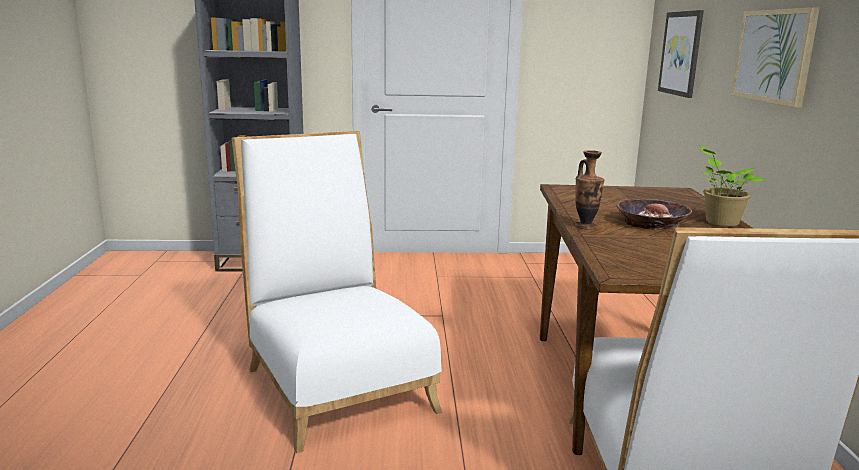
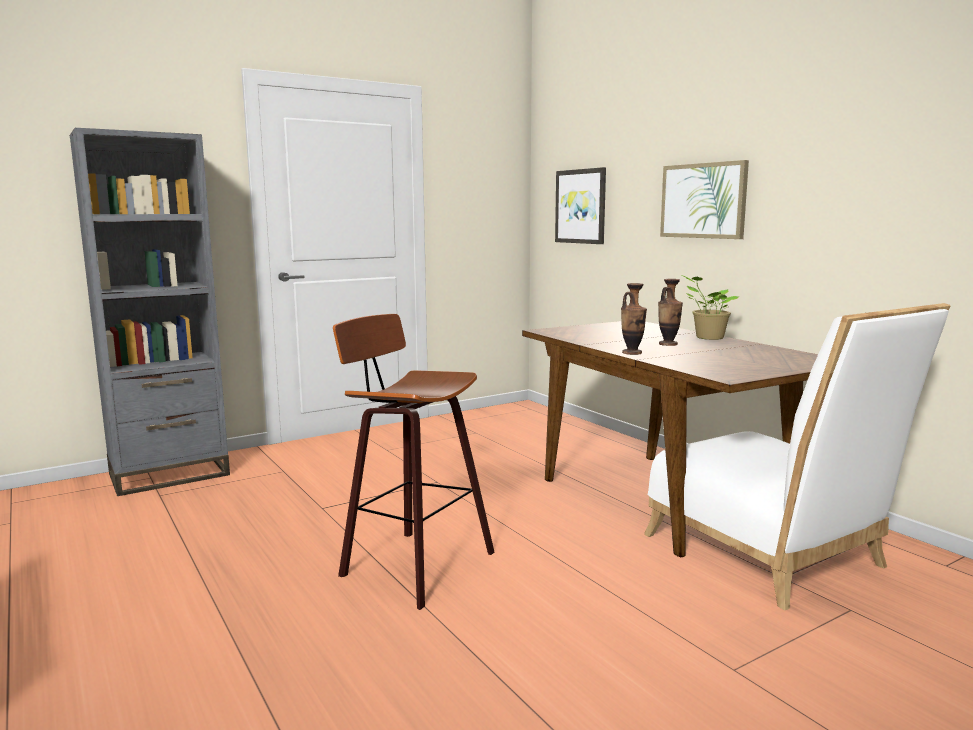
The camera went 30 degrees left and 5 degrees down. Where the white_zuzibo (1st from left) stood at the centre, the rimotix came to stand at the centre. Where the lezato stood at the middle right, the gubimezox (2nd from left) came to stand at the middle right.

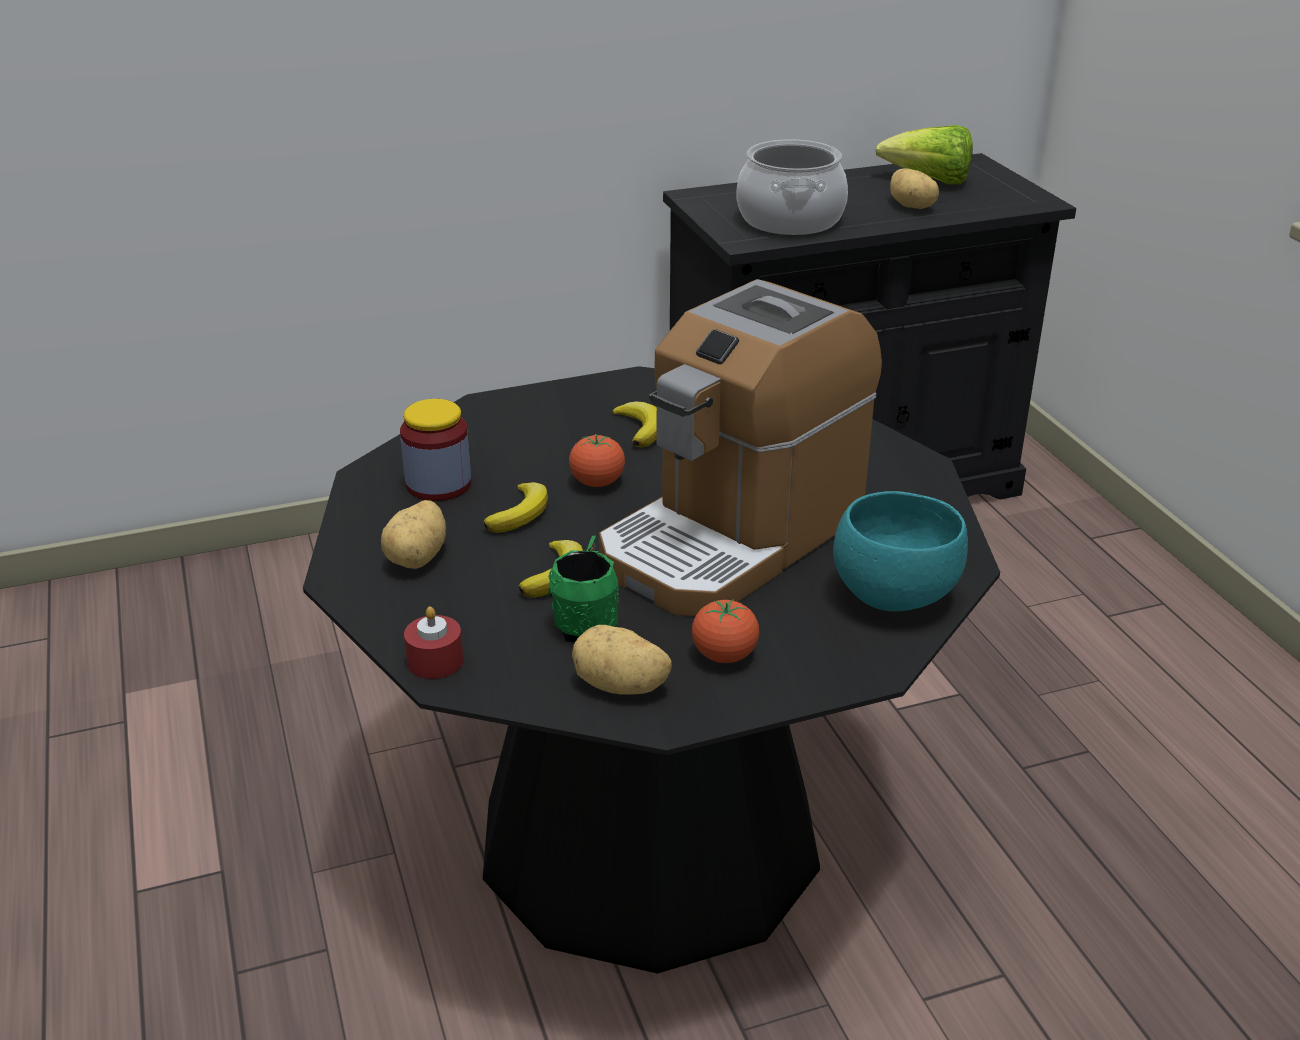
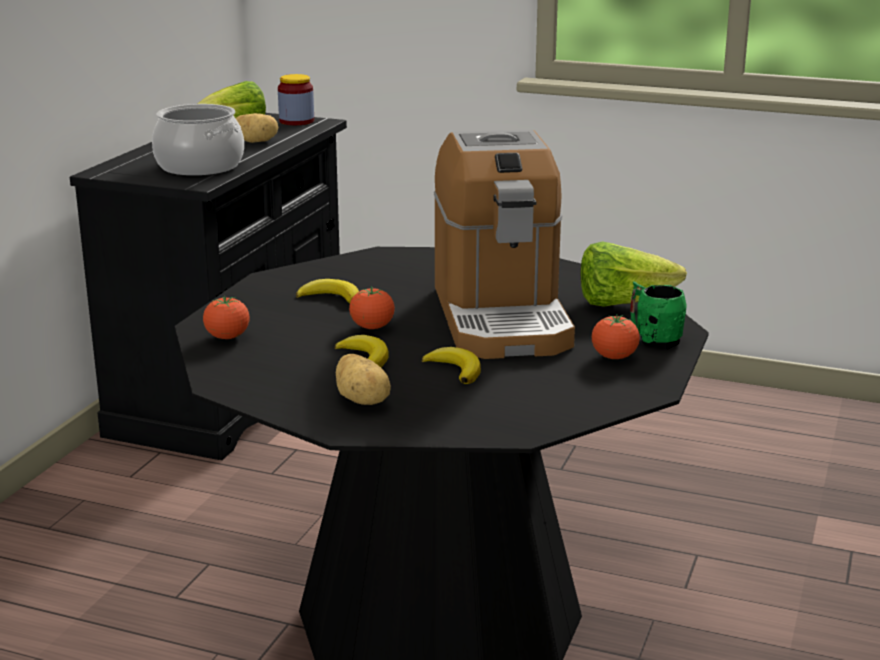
The camera went 50 degrees left and 10 degrees down. The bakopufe ended up elsewhere, having gone from the centre to the top centre. Where the turquoise_lezato stood at the middle right, the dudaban (2nd from left) came to stand at the middle right. The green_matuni ended up elsewhere, having gone from the centre to the middle right. The second view lost the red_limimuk at the middle left. The second view lost the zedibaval (2nd from left) at the centre. The second view gained the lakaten (1st from left) at the middle left.

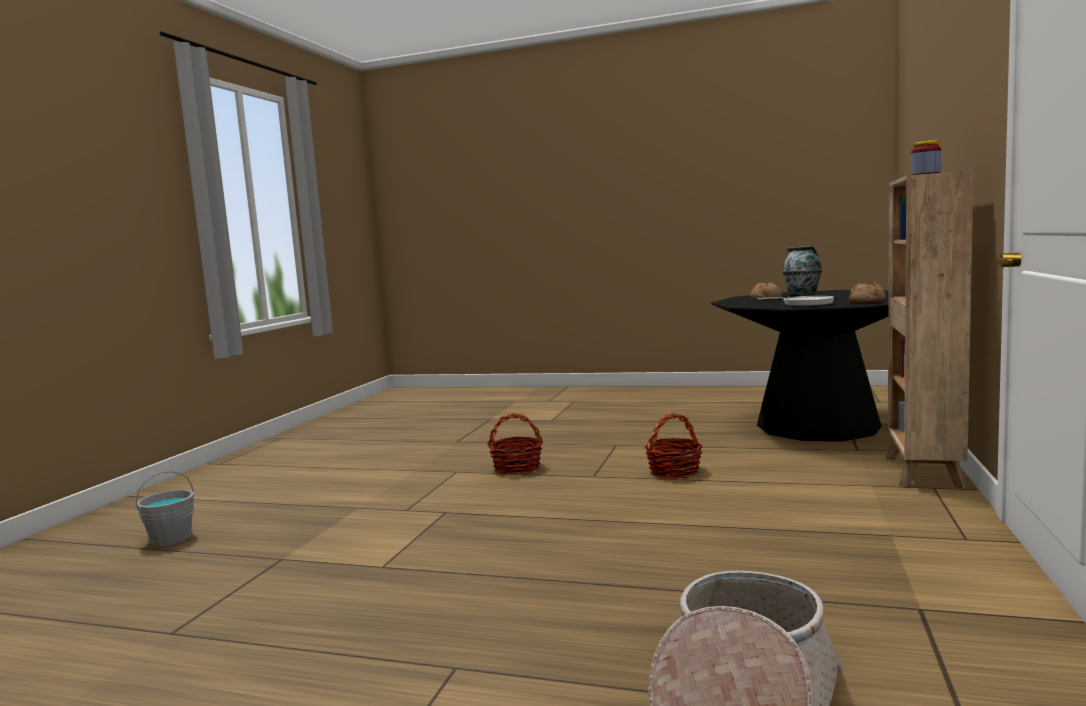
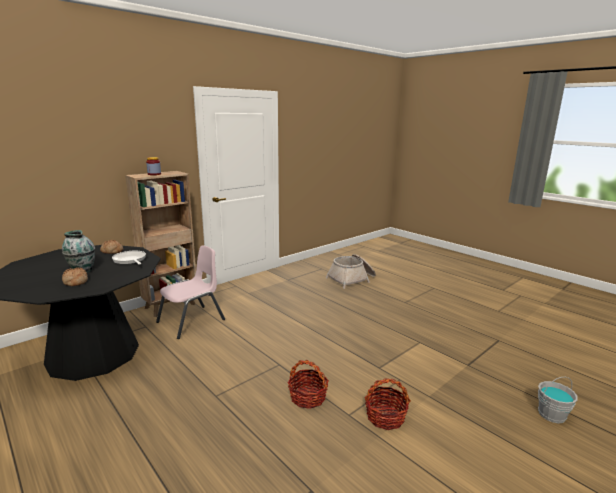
The camera went 150 degrees left and 10 degrees up. The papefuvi (2nd from left in the first image) ended up elsewhere, having gone from the centre to the bottom centre. The second view gained the pink_zuzibo at the middle left.

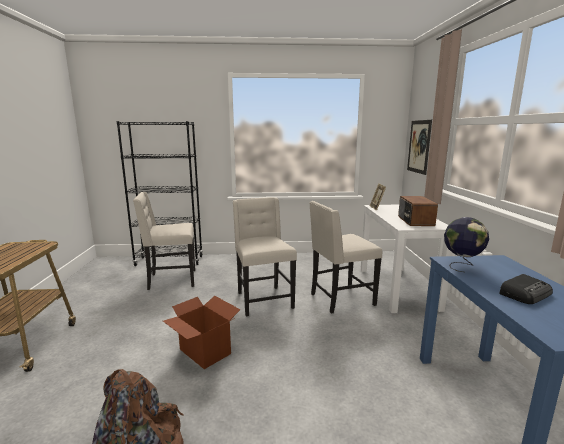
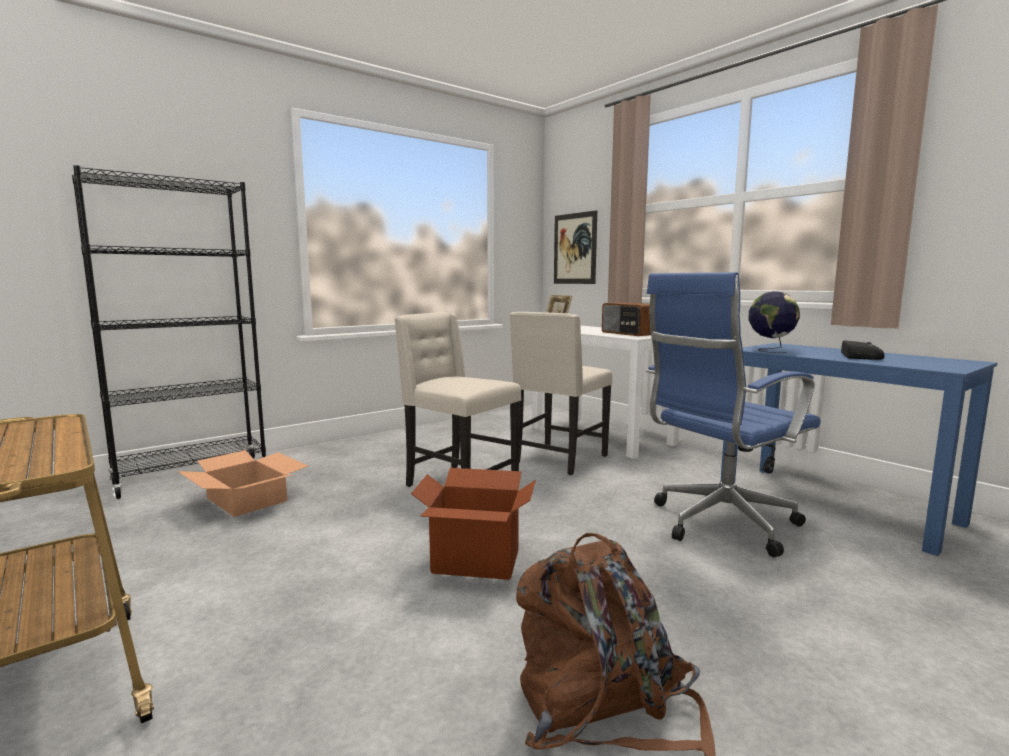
The camera went 35 degrees left and 5 degrees down. Where the beige_zuzibo (1st from left) stood at the middle left, the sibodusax (1st from left) came to stand at the middle left. The second view gained the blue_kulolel at the middle right.

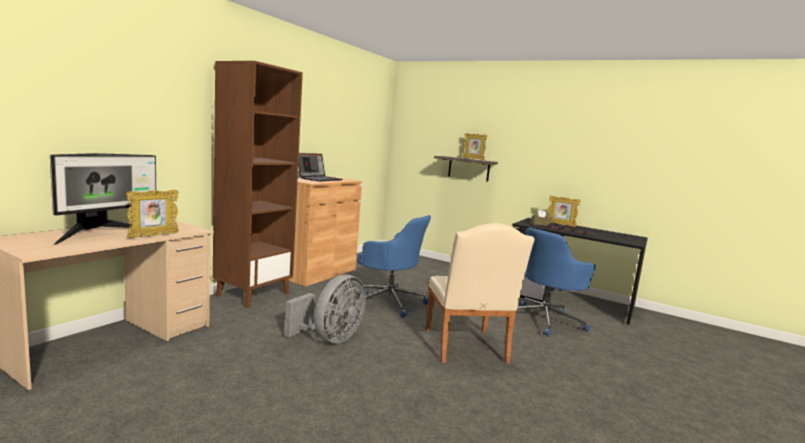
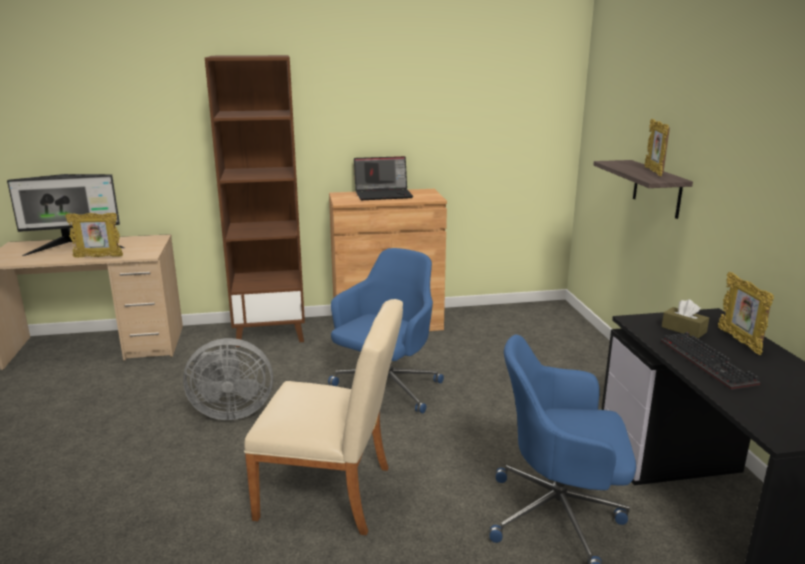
The camera went 50 degrees right and 10 degrees up. The blue_kulolel (1st from left) at the centre ended up facing another way, 135 degrees counterclockwise from before. The beige_zuzibo at the centre ended up facing another way, 120 degrees counterclockwise from before.

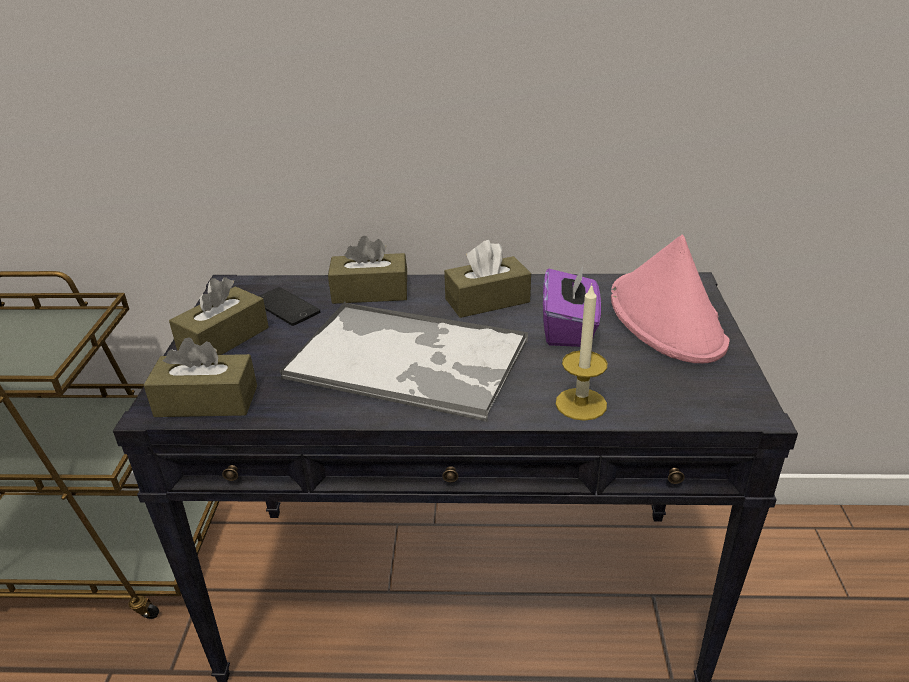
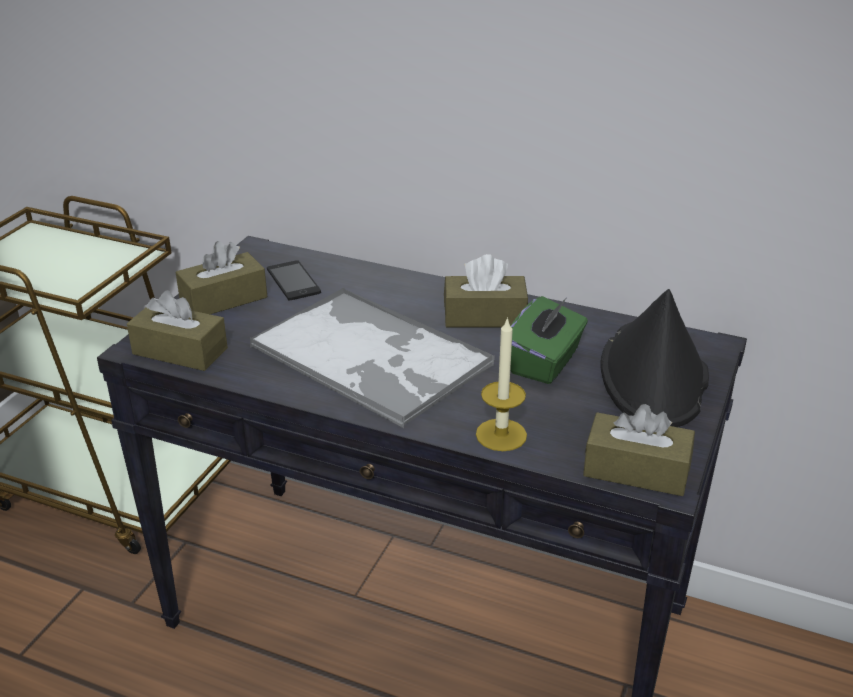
The camera went 20 degrees right and 0 degrees up. What was the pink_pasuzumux at the middle right turned into the black_pasuzumux at the middle right. The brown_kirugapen (3rd from left in the first image) ended up elsewhere, having gone from the centre to the middle right. What was the purple_kirugapen at the centre turned into the green_kirugapen at the centre.

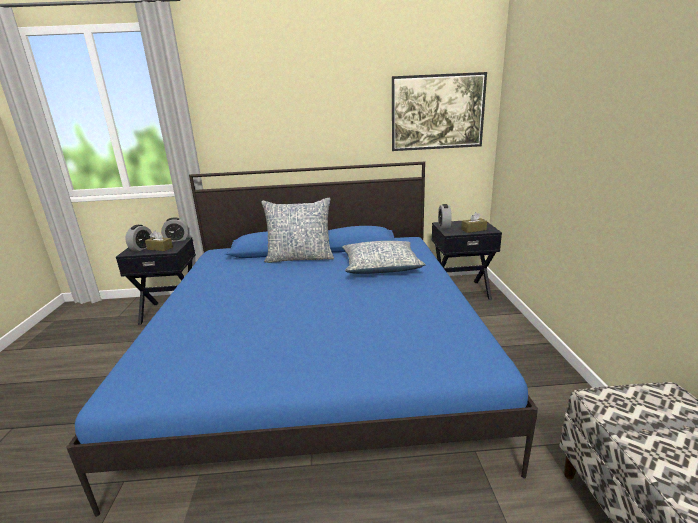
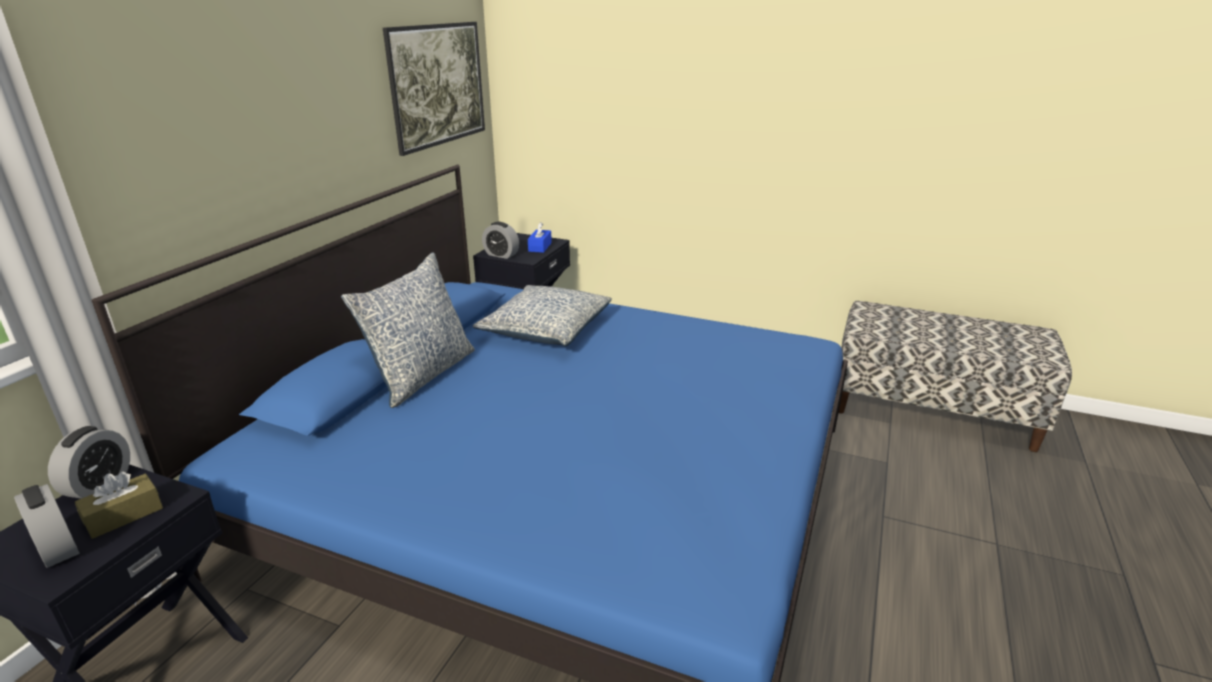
The camera went 65 degrees left and 5 degrees up. What was the brown_kirugapen (2nd from left) at the middle right turned into the blue_kirugapen at the centre.

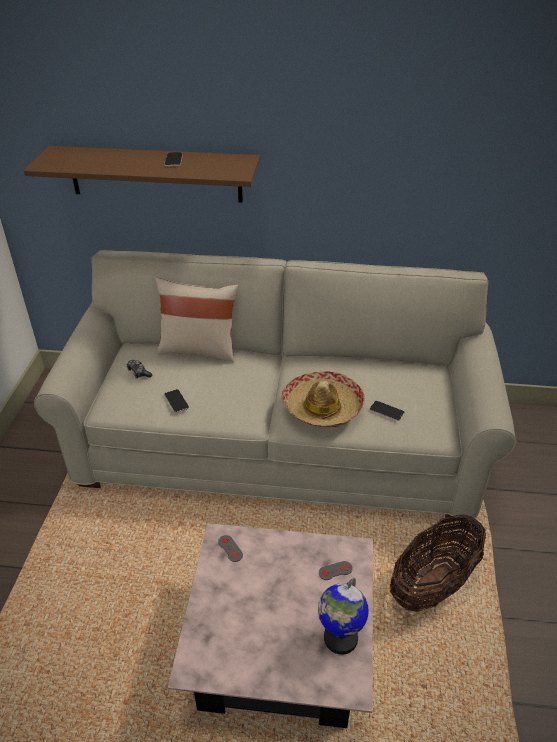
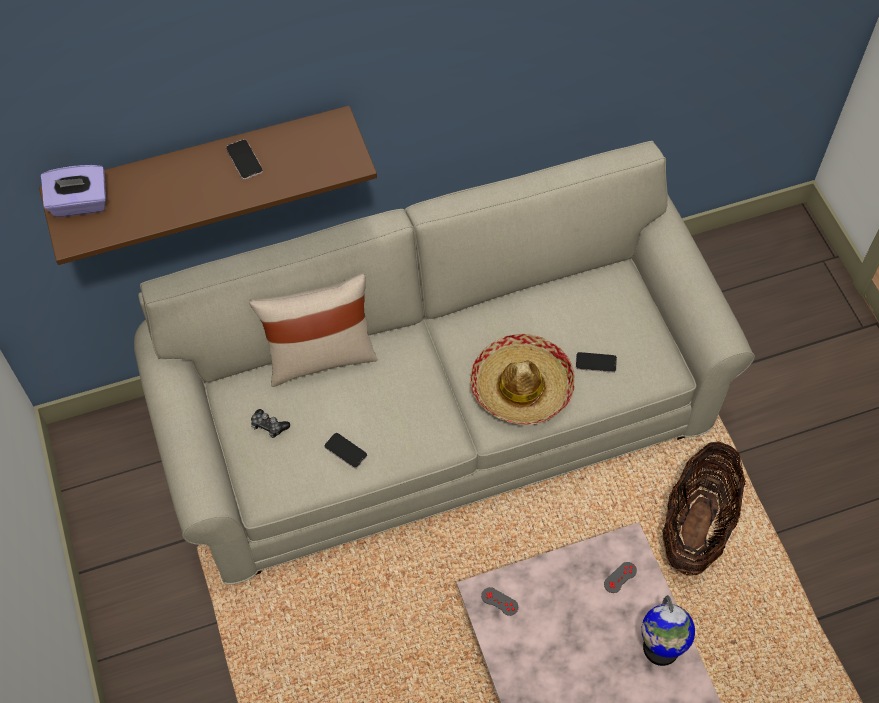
The camera went 25 degrees left and 20 degrees up. The second view gained the purple_kirugapen at the top left.

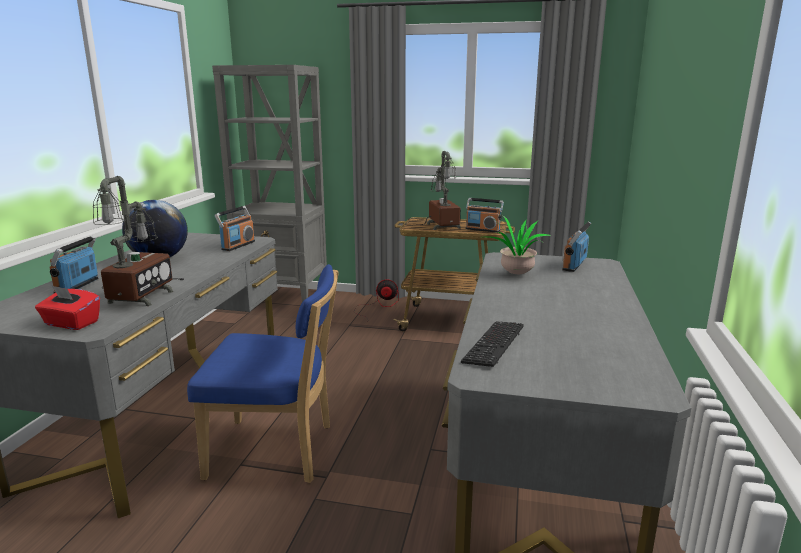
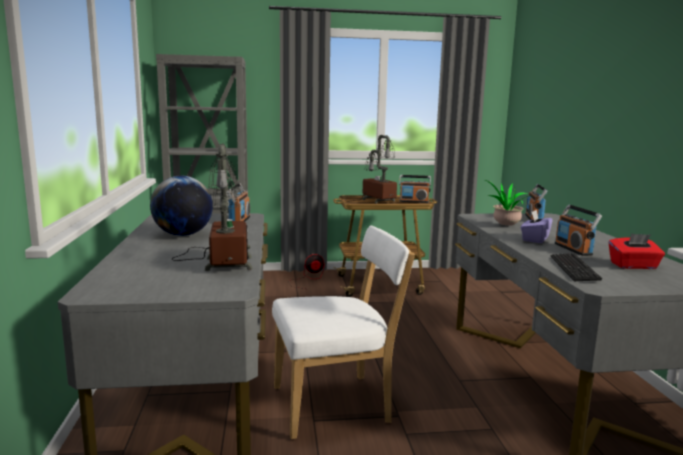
The camera went 20 degrees left and 5 degrees down. The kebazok (1st from left in the first image) ended up elsewhere, having gone from the middle left to the middle right. What was the blue_zuzibo at the bottom left turned into the white_zuzibo at the bottom centre. The red_kirugapen ended up elsewhere, having gone from the middle left to the middle right. The second view gained the purple_kirugapen at the middle right.

